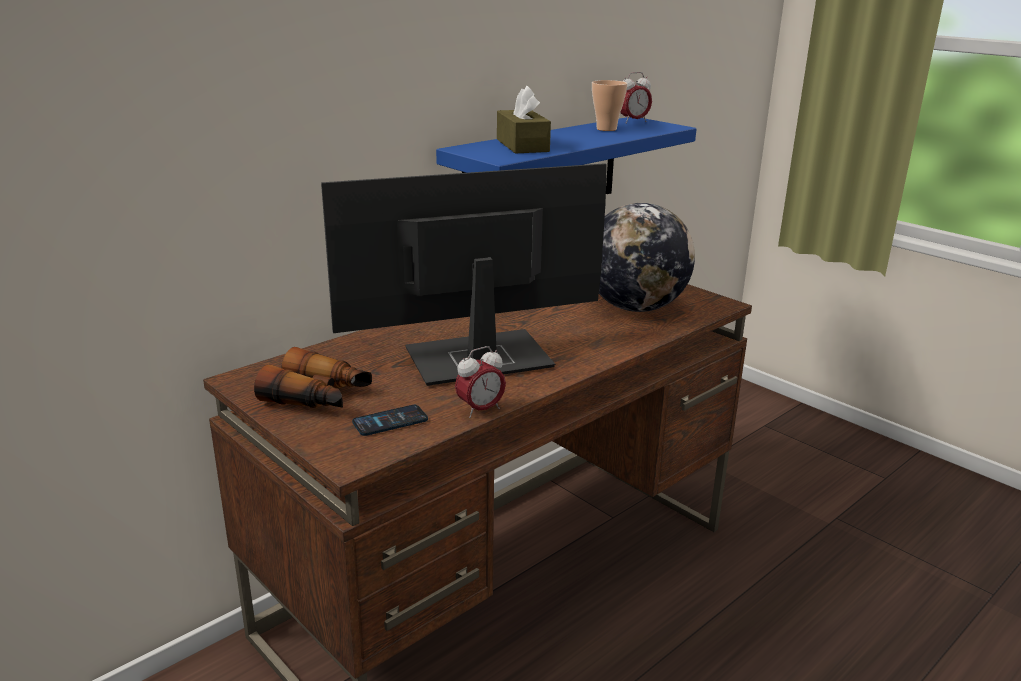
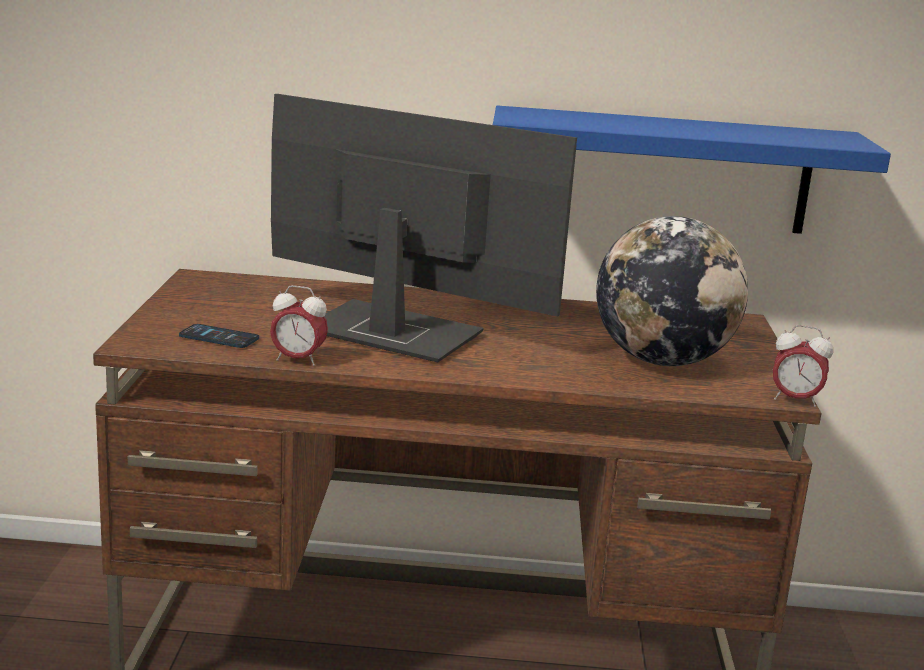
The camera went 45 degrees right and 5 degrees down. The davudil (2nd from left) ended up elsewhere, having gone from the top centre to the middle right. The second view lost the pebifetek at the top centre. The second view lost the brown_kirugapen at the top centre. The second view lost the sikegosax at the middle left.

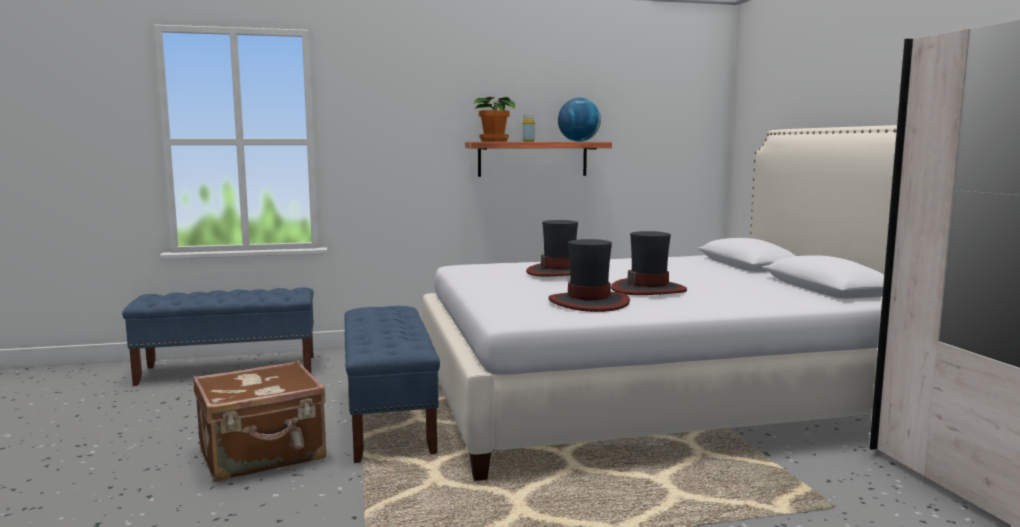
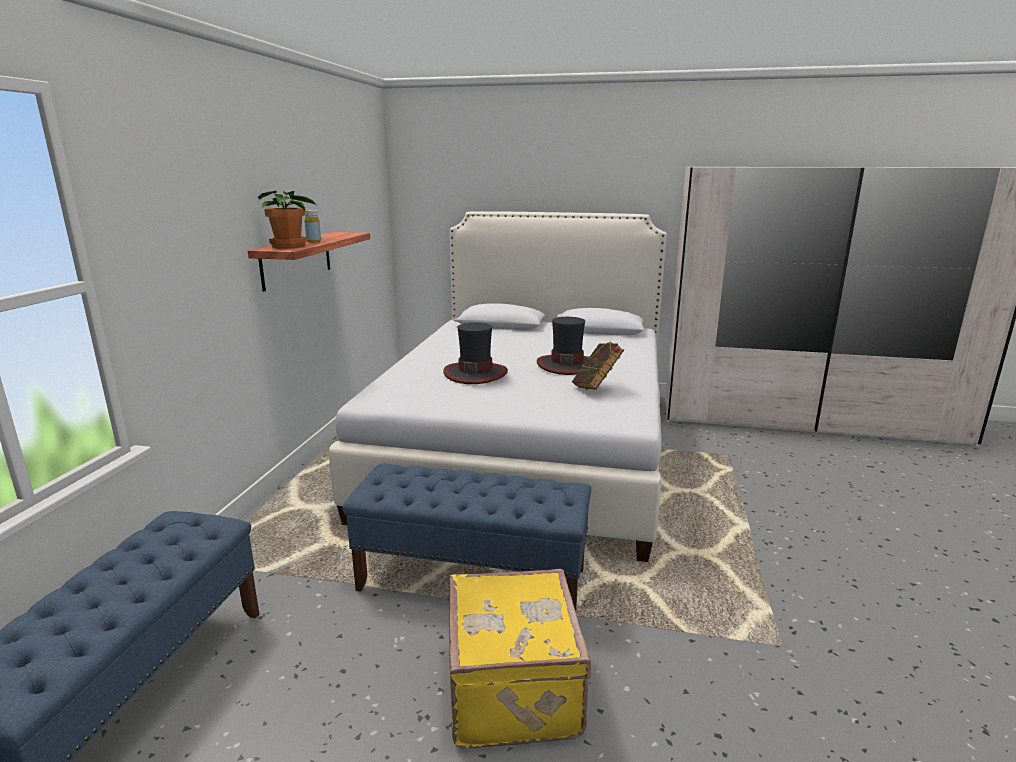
The camera went 65 degrees left and 10 degrees up. The second view lost the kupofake at the top centre. Where the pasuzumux (2nd from left) stood at the centre, the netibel came to stand at the centre. What was the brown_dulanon at the bottom left turned into the yellow_dulanon at the bottom centre.

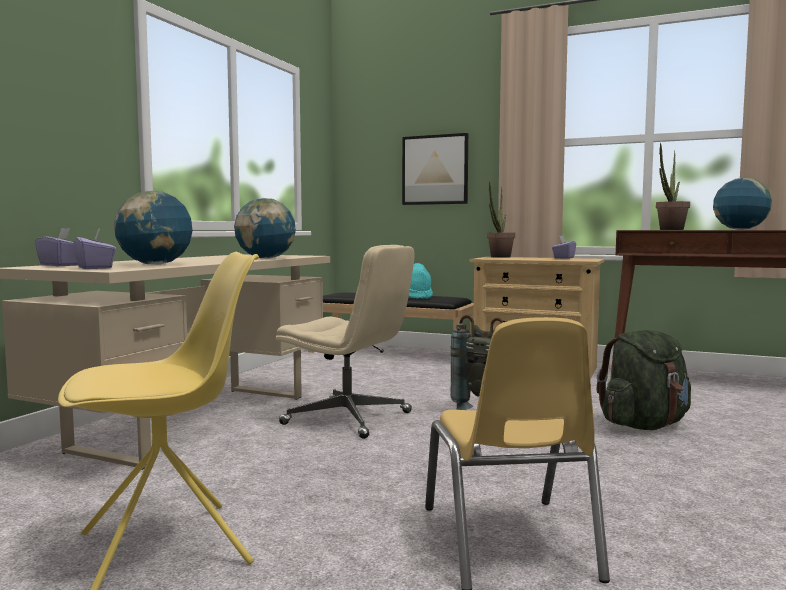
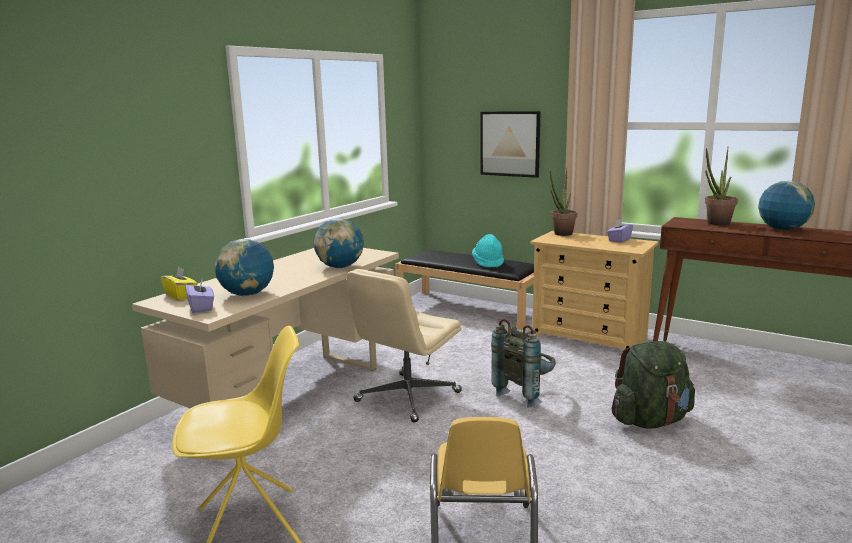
The camera went 10 degrees right and 10 degrees up. What was the purple_kirugapen (1st from left) at the middle left turned into the yellow_kirugapen at the middle left. The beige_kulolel at the centre ended up facing another way, 90 degrees clockwise from before.

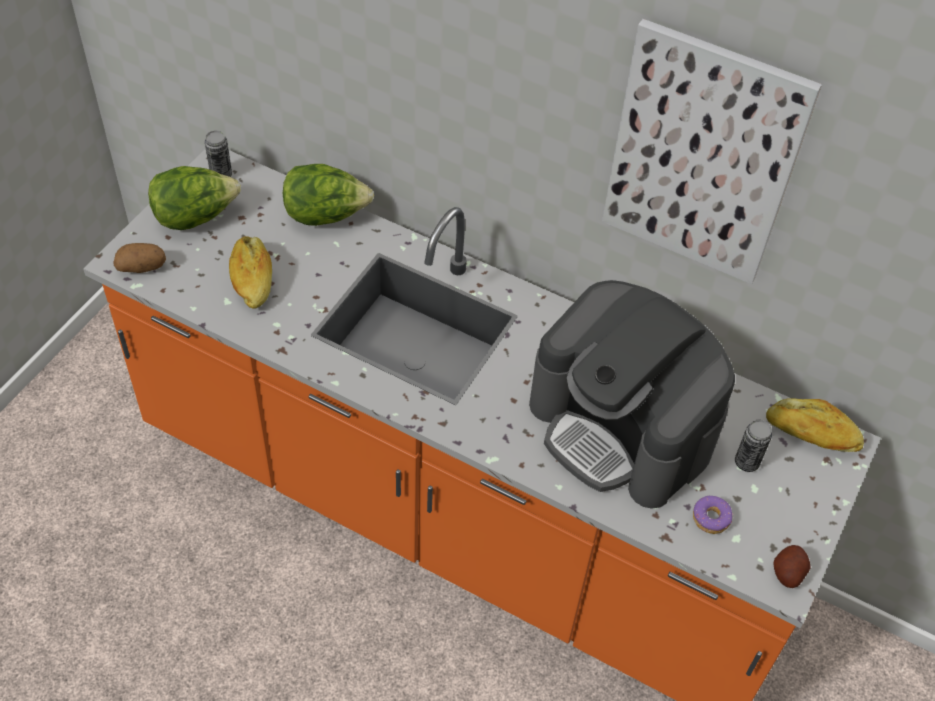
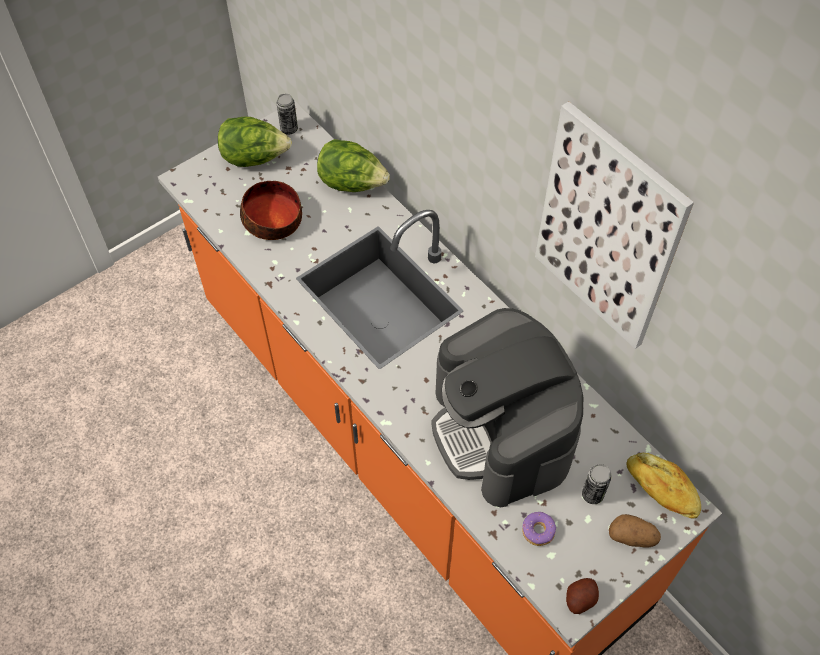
The camera went 25 degrees right and 5 degrees up. Where the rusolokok (1st from left) stood at the middle left, the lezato came to stand at the top left. The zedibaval (1st from left in the first image) ended up elsewhere, having gone from the middle left to the bottom right.

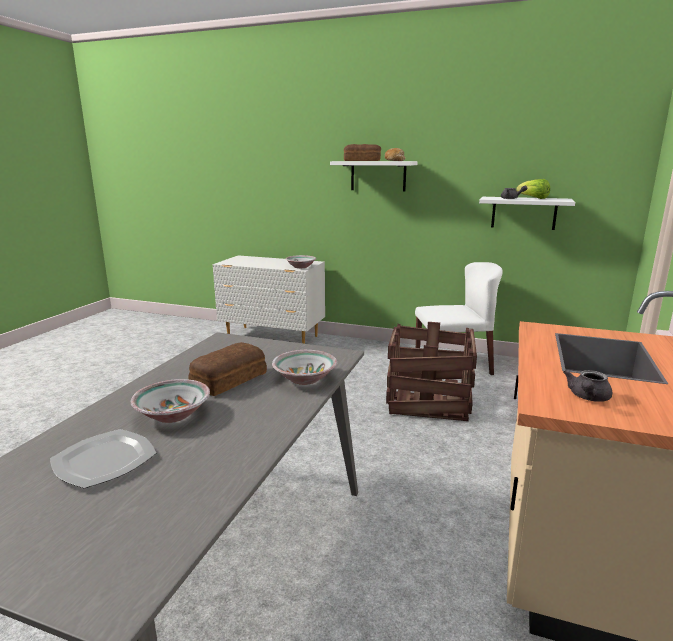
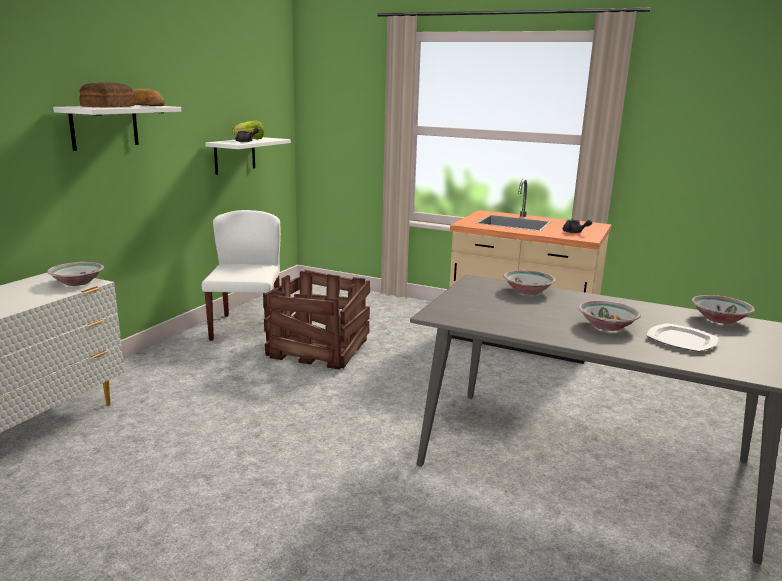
The camera went 85 degrees left and 0 degrees up. The second view lost the rusolokok (1st from left) at the centre. The second view gained the lezato (4th from left) at the middle right.

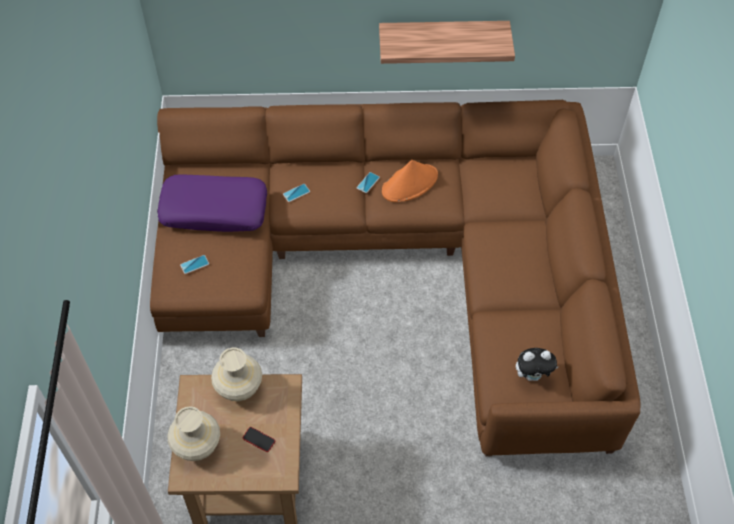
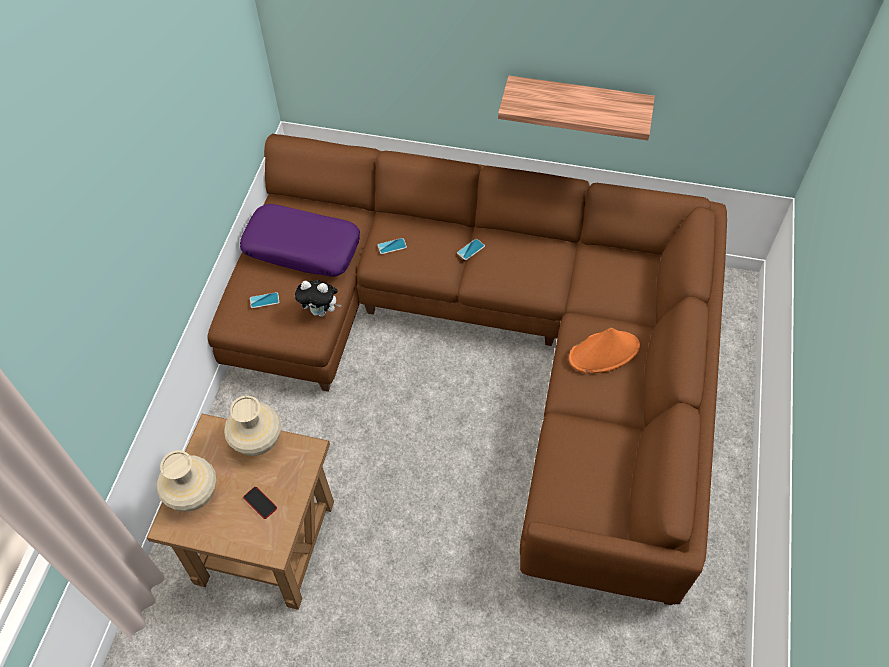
The camera went 15 degrees right and 0 degrees up. The orange_pasuzumux ended up elsewhere, having gone from the centre to the middle right. The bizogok ended up elsewhere, having gone from the bottom right to the centre.

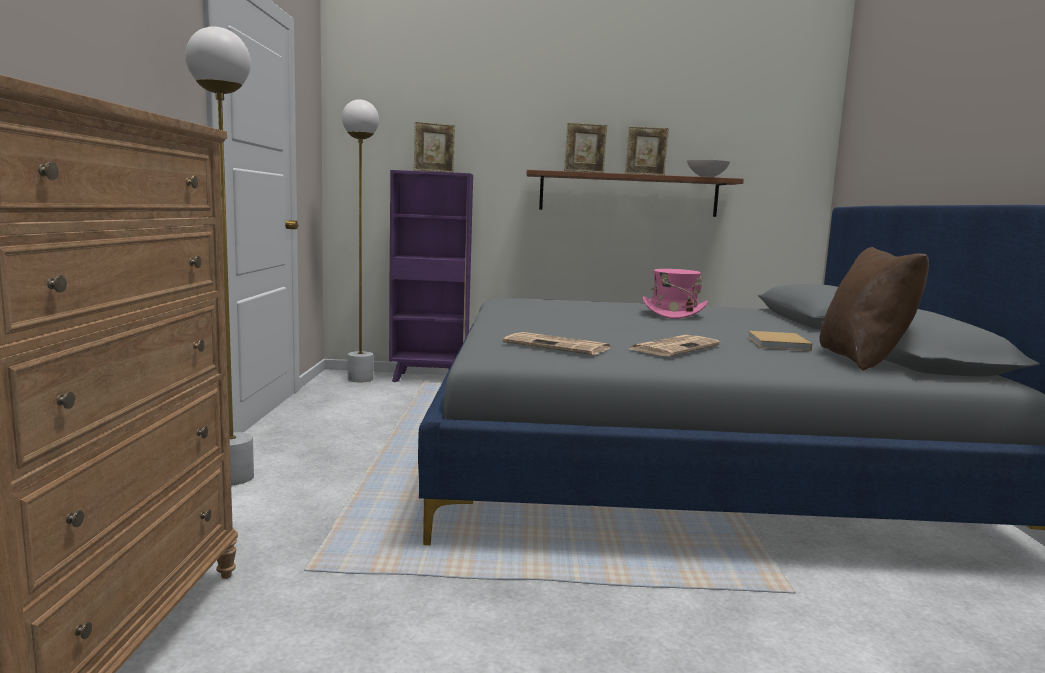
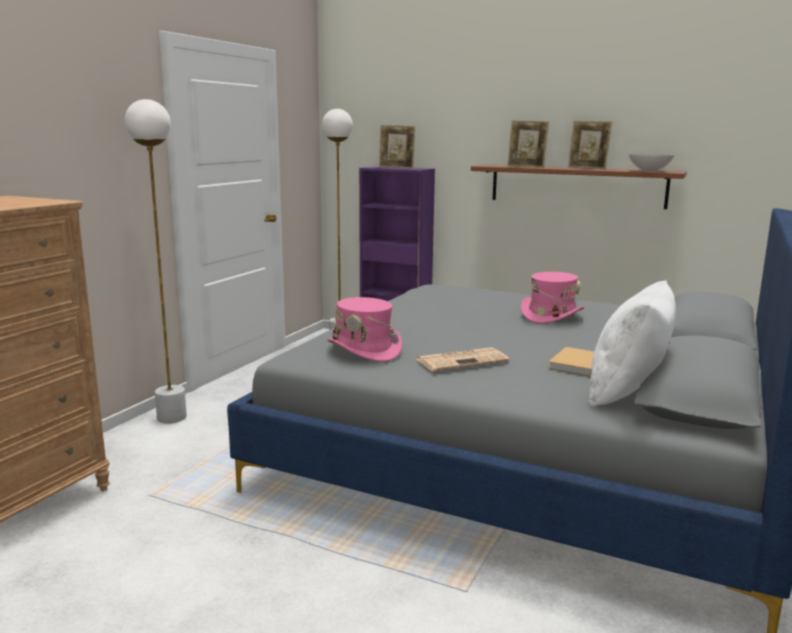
The camera went 25 degrees right and 5 degrees up. What was the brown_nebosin at the middle right turned into the white_nebosin at the middle right. Where the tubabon (1st from left) stood at the centre, the pink_pasuzumux (1st from left) came to stand at the centre.

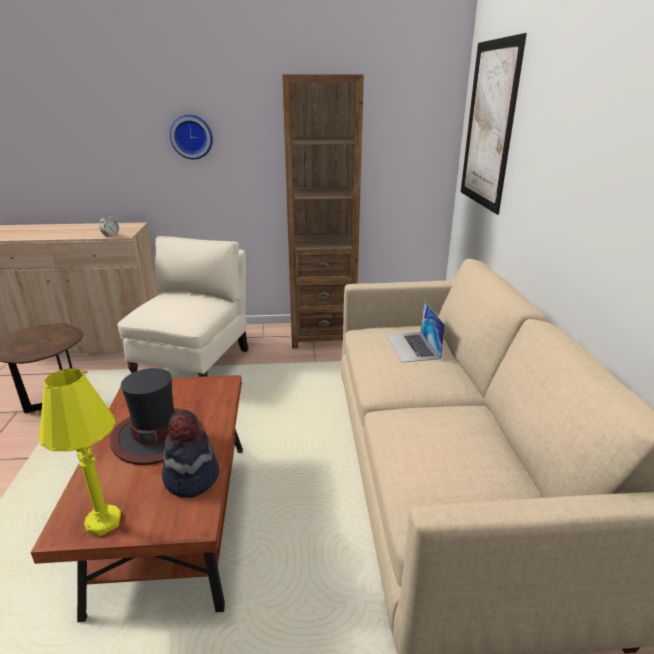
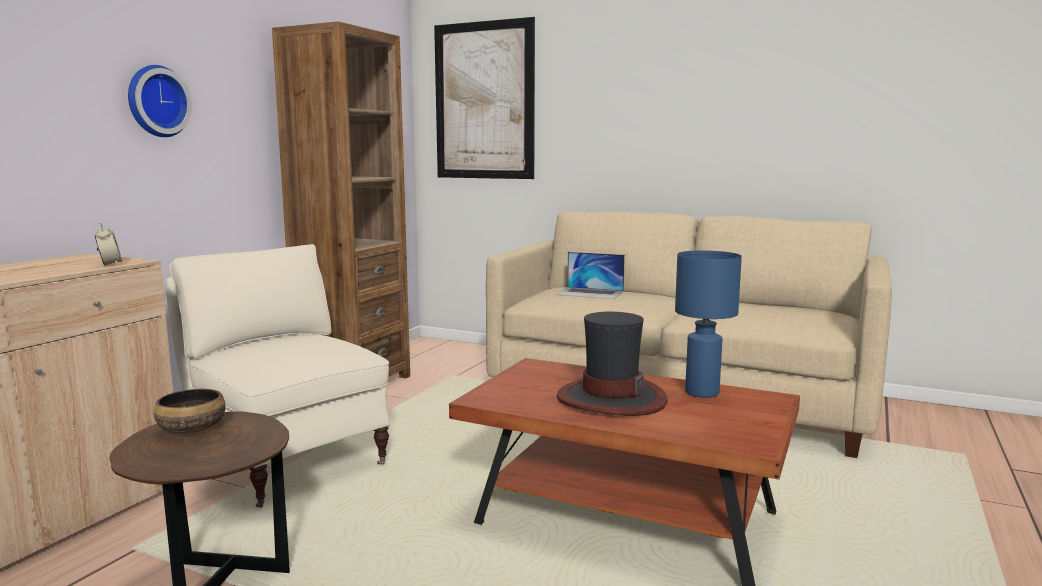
The camera went 60 degrees left and 15 degrees down. The second view lost the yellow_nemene at the bottom left. Where the pasuzumux (2nd from left) stood at the bottom left, the blue_nemene came to stand at the middle right. The second view gained the lezato at the bottom left.

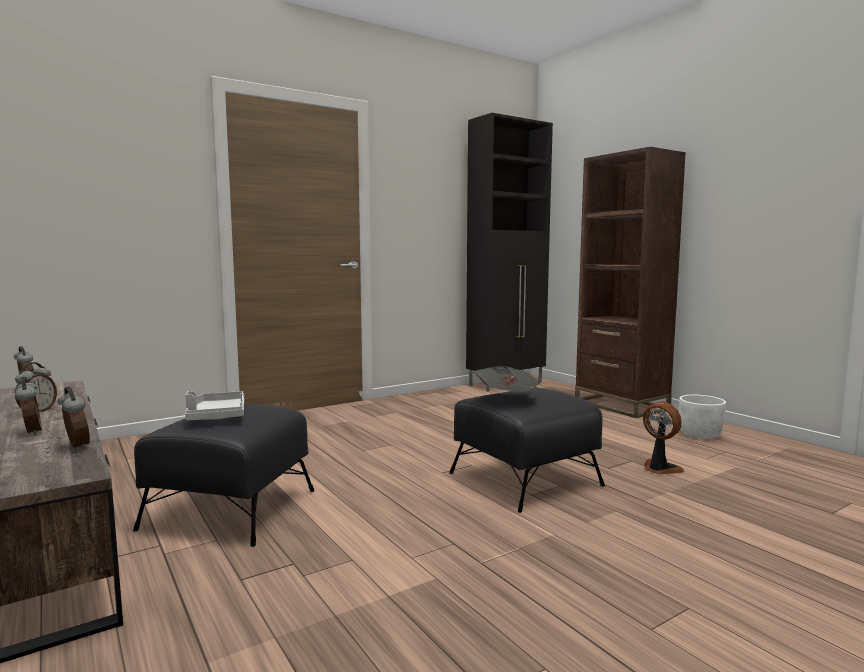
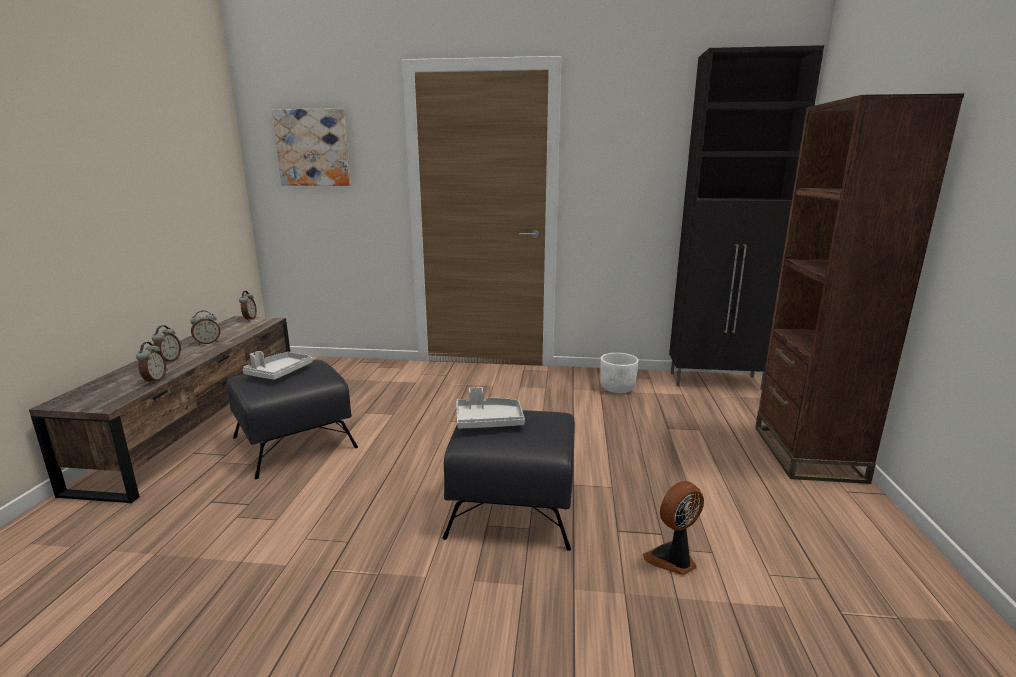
The camera went 40 degrees right and 10 degrees up. Where the tubabon stood at the centre, the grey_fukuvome (2nd from left) came to stand at the centre. The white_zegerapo ended up elsewhere, having gone from the middle right to the centre. The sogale at the middle right ended up facing another way, 120 degrees counterclockwise from before. The second view gained the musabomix at the top left.

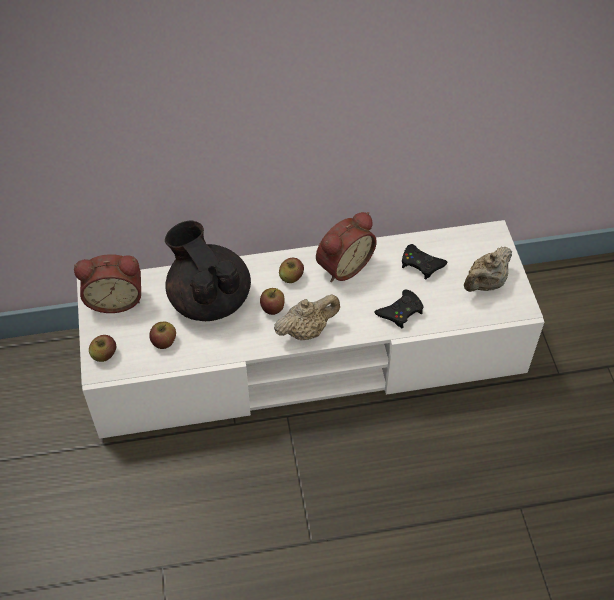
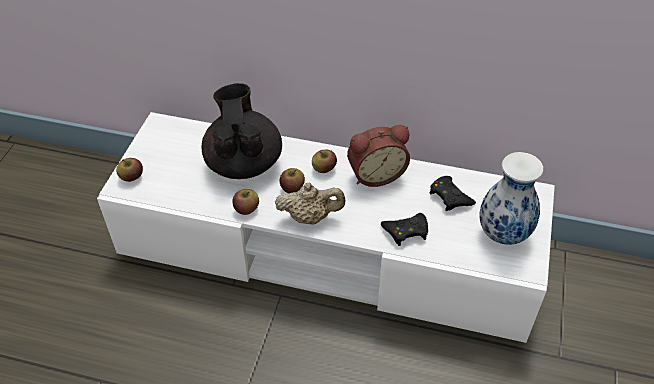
The camera went 25 degrees right and 5 degrees down. Where the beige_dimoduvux (2nd from left) stood at the middle right, the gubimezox came to stand at the middle right. The second view lost the davudil (1st from left) at the middle left. The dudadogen (2nd from left) ended up elsewhere, having gone from the middle left to the centre.

